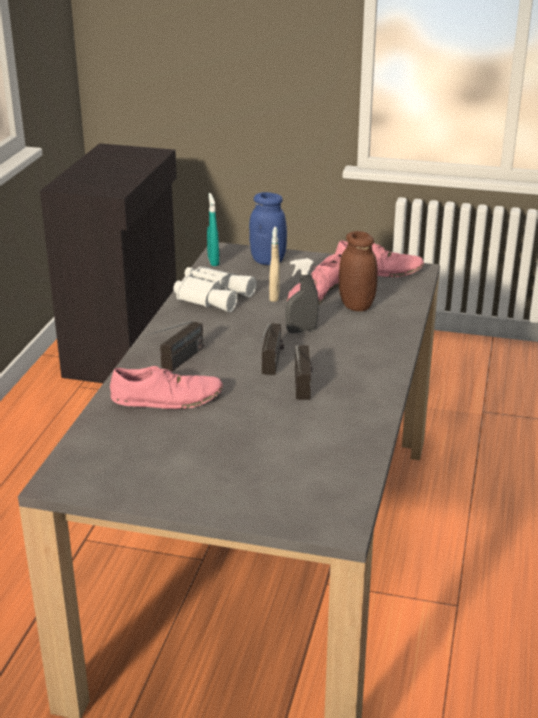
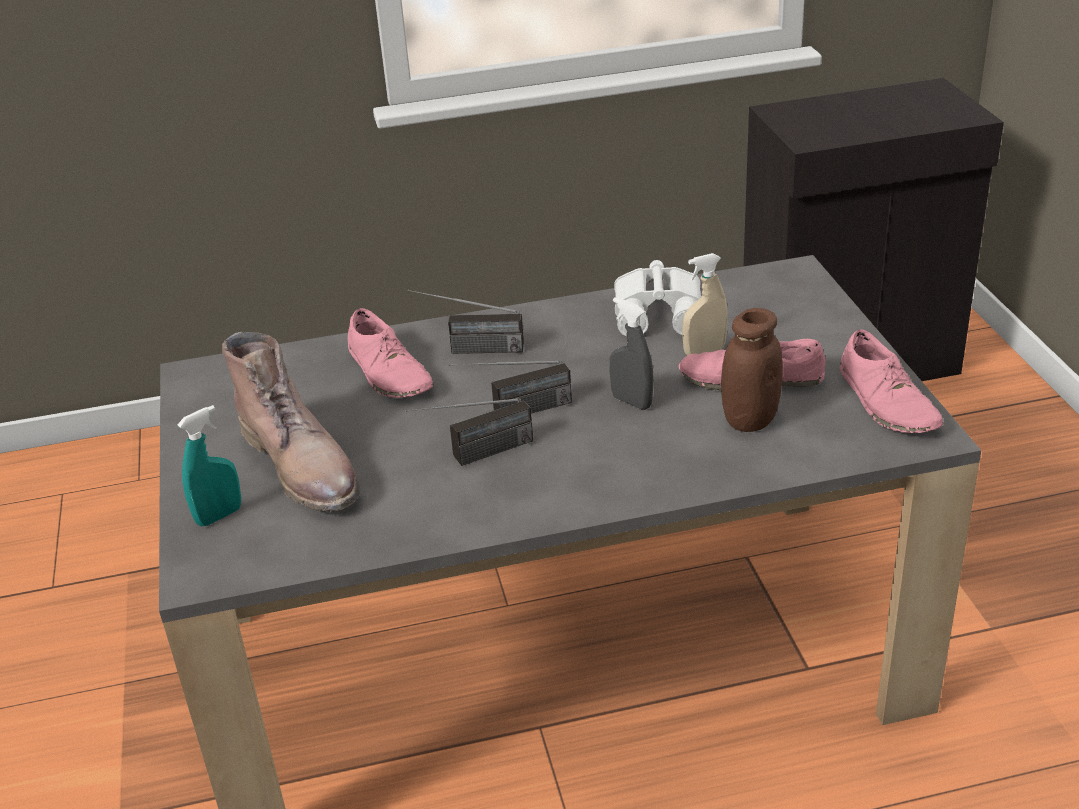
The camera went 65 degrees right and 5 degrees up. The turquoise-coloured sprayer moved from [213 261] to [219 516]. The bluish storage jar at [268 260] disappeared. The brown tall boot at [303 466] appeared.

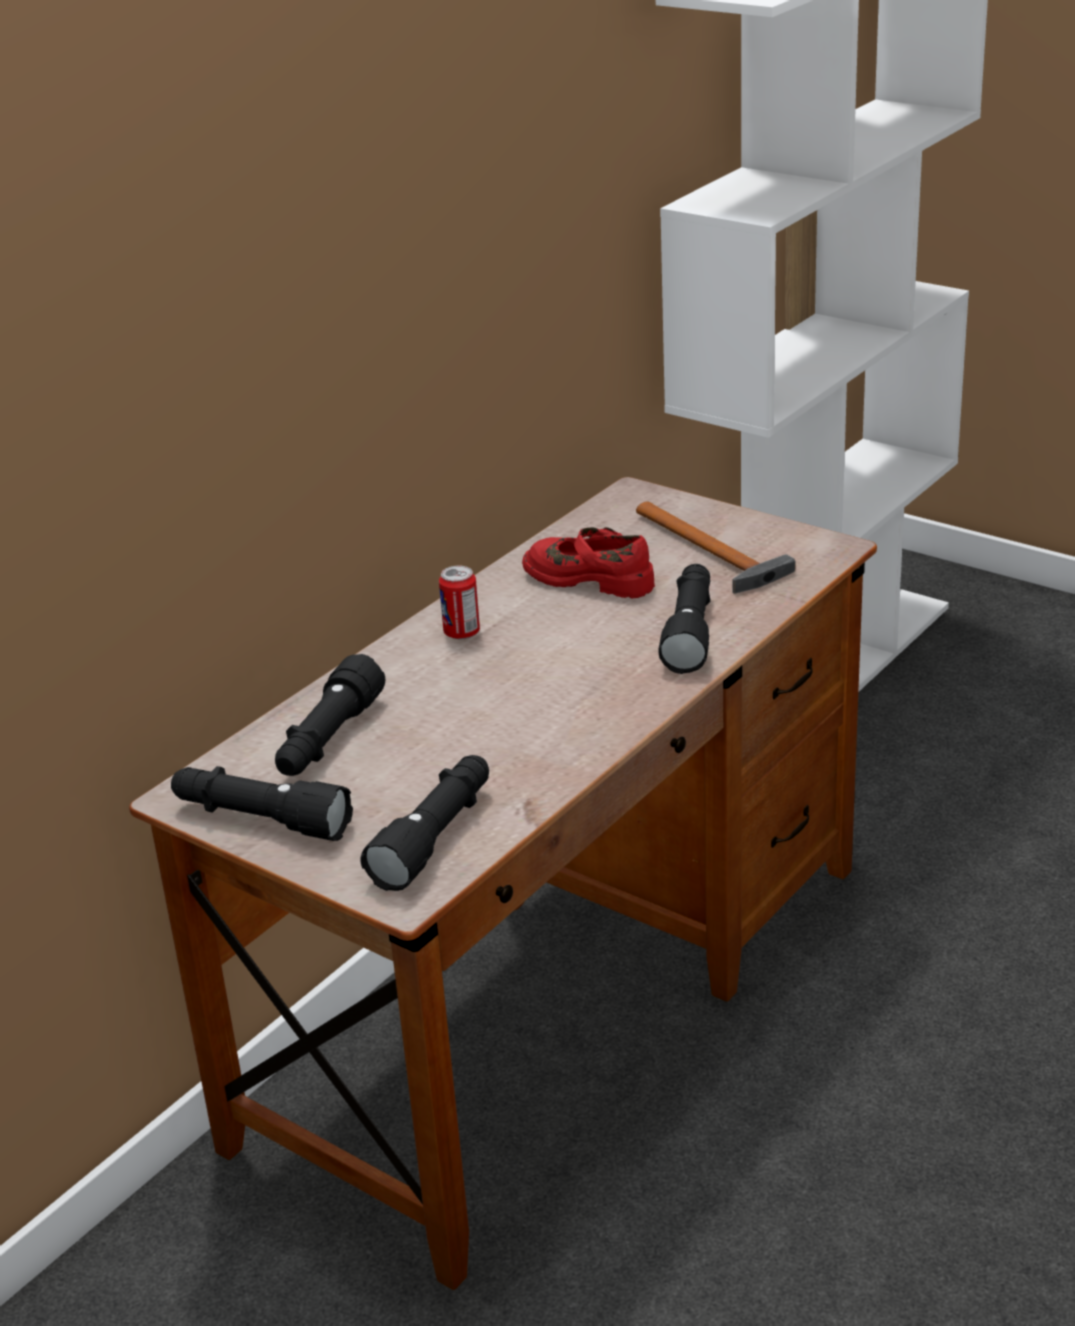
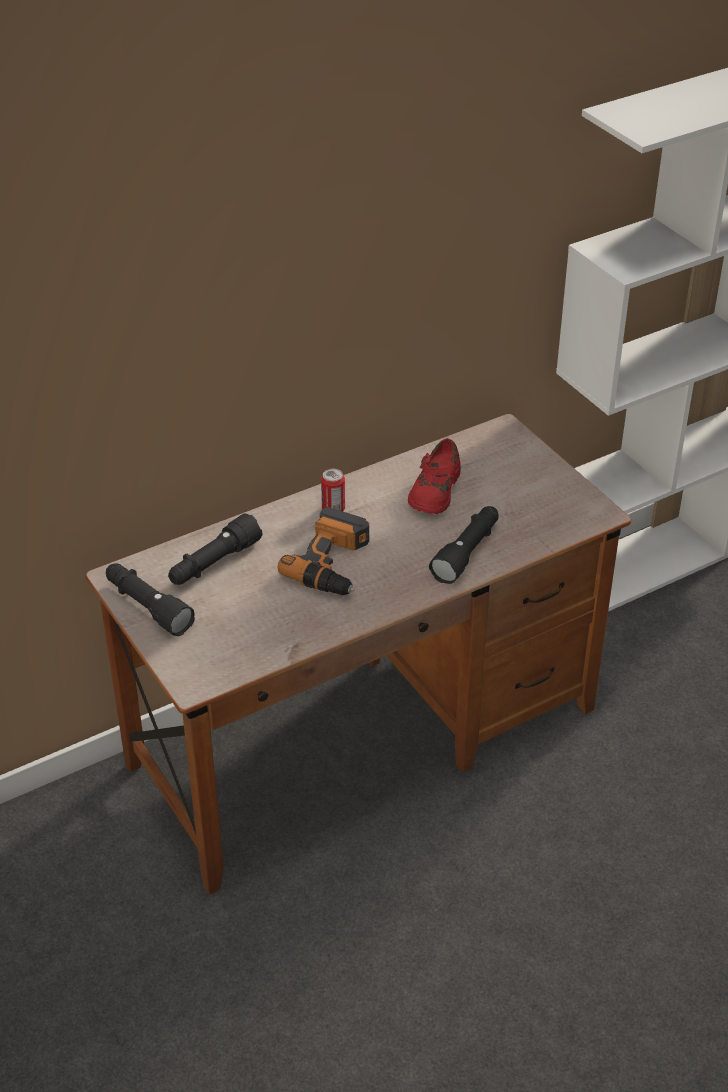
The camera went 20 degrees right and 10 degrees up. The black-coloured flashlight at [435 837] disappeared. The red low shoe at [590 578] turned 120 degrees counterclockwise. The hand hammer at [710 552] disappeared. The drill at [334 563] appeared.

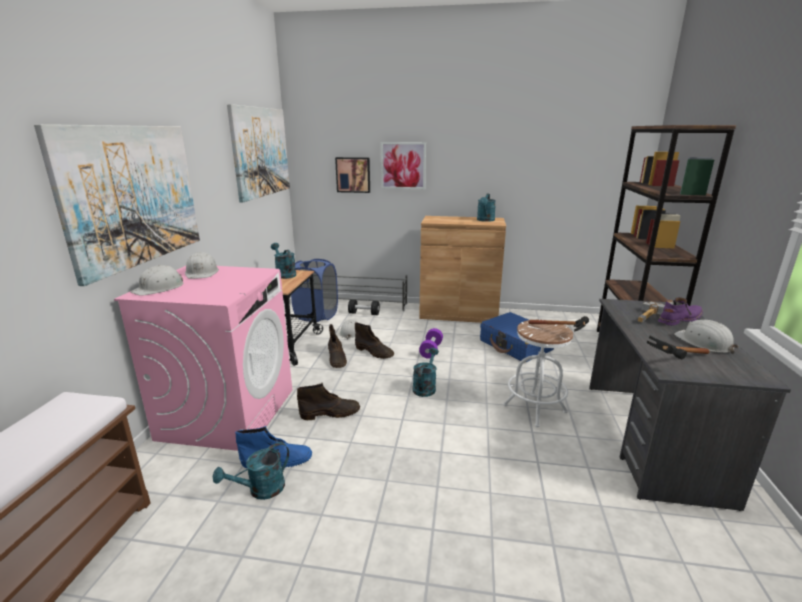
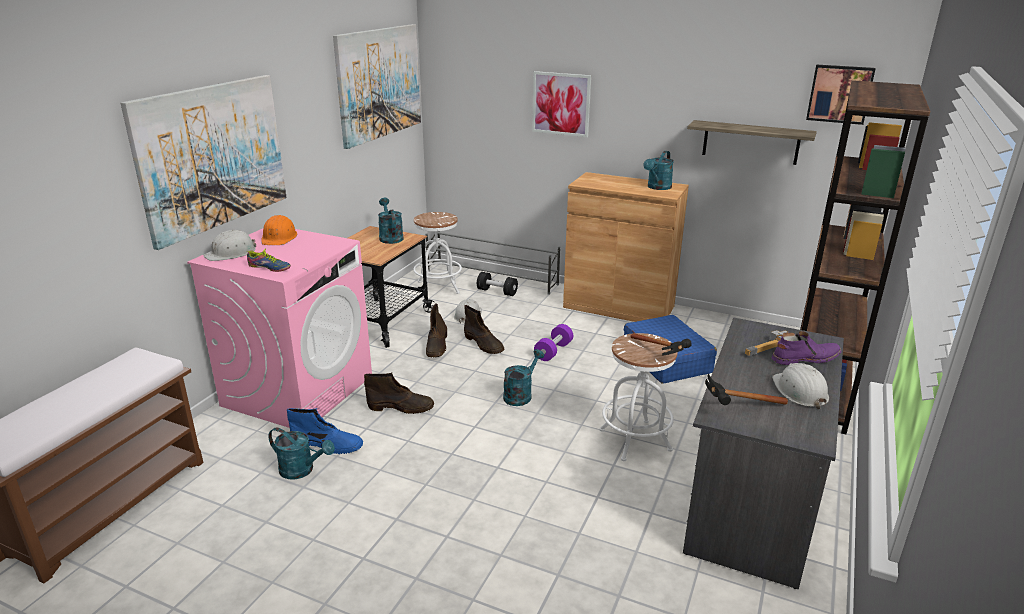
The camera went 15 degrees right and 5 degrees up. The white hard hat at [202 272] became the orange hard hat at [279 237]. The turquoise-coloured sprinkling can at [260 490] turned 135 degrees counterclockwise. The bluish hamper at [316 315] was replaced by the white stool at [438 287]. The wall art moved from [353 175] to [840 94]. The low shoe at [268 268] appeared. The wall shelf at [750 142] appeared.

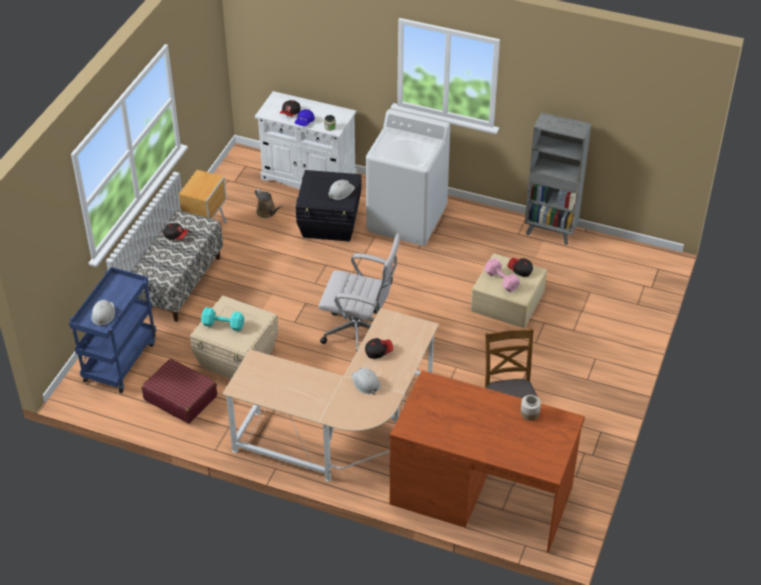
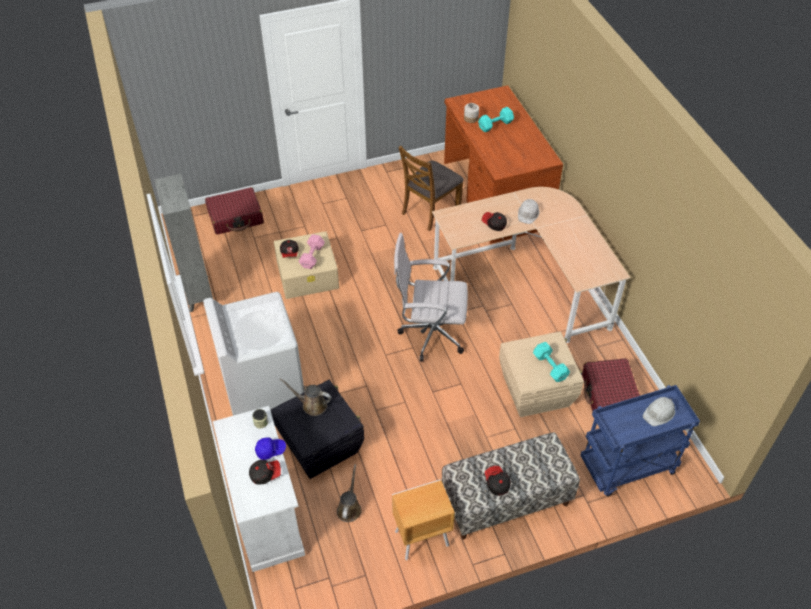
The camera went 130 degrees left and 5 degrees up. The white desk chair at [360 334] turned 60 degrees counterclockwise. The white hard hat at [341 192] was replaced by the brown sprinkling can at [312 405]. The red travel case at [236 217] appeared. The turquoise-coloured dumbbell at [494 125] appeared.

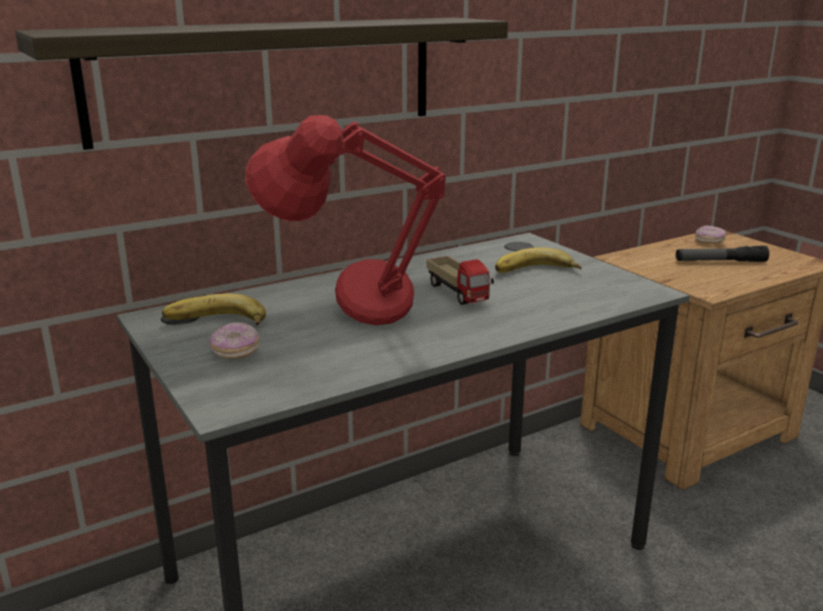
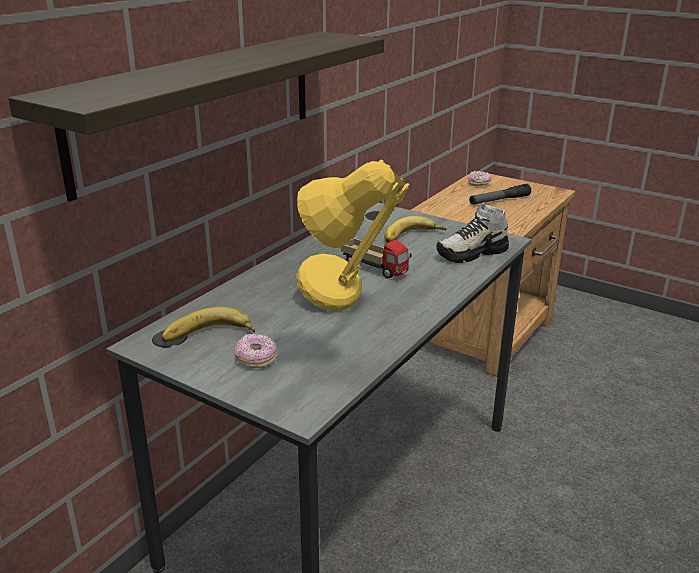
The camera went 25 degrees left and 5 degrees up. The red lamp for a table at [361 342] became the yellowish lamp for a table at [347 328]. The low shoe at [472 253] appeared.

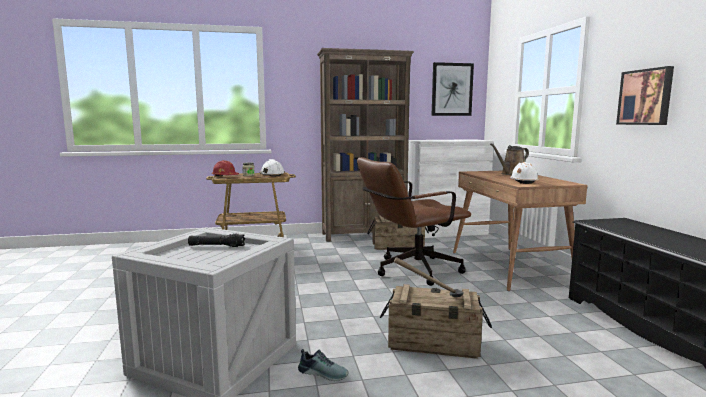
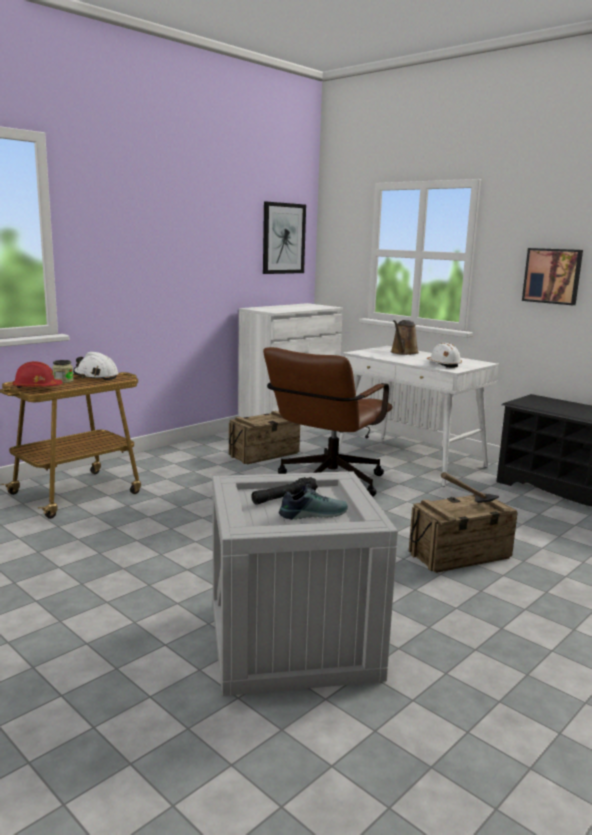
The camera went 35 degrees left and 5 degrees up. The low shoe moved from [323 373] to [312 514]. The brown bookshelf at [364 235] disappeared. The brown desk at [510 267] became the white desk at [411 460].

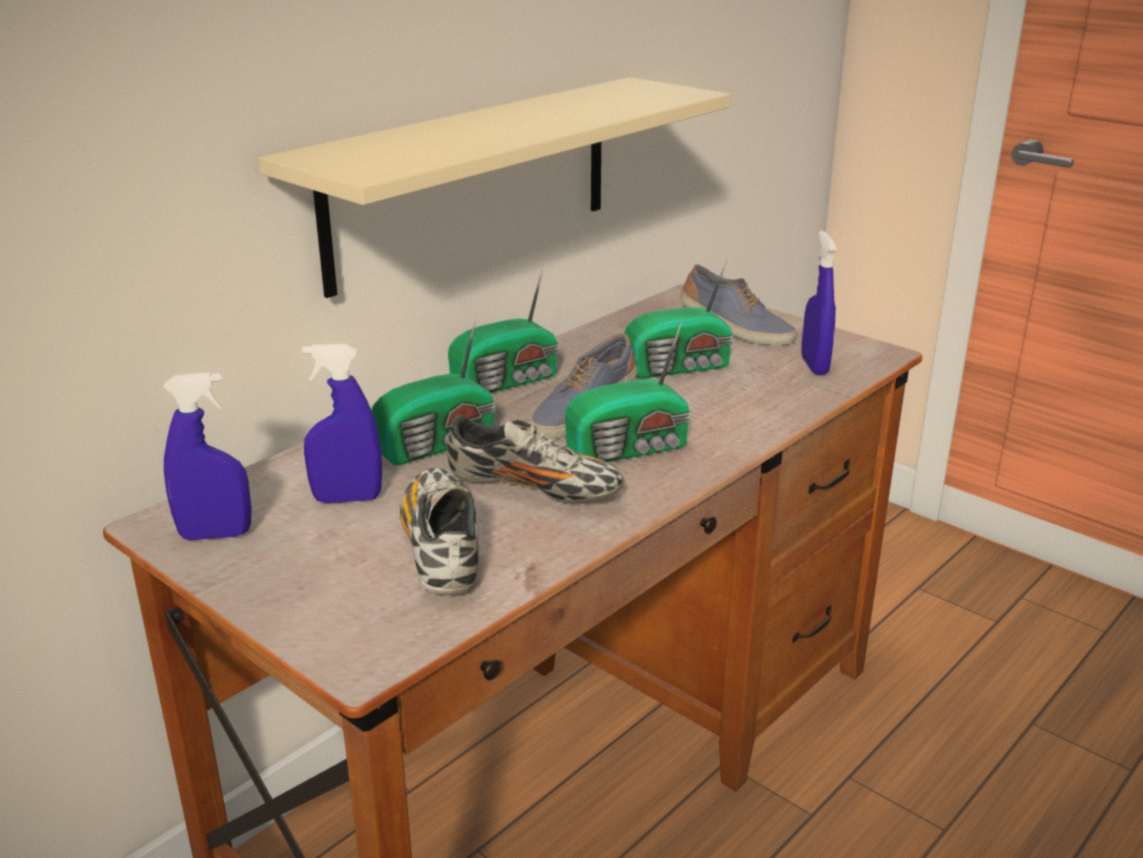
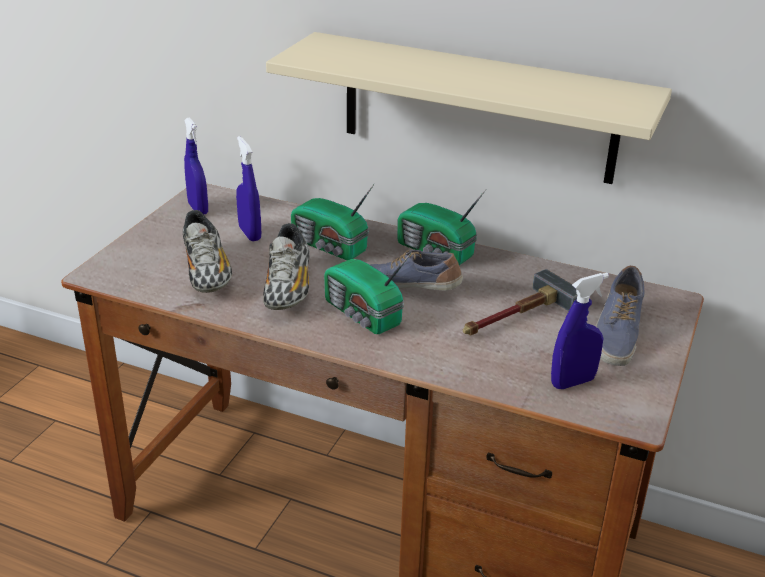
The camera went 70 degrees right and 5 degrees up. The low shoe at [441 549] turned 105 degrees clockwise. The radio at [680 367] was replaced by the hand hammer at [515 316].

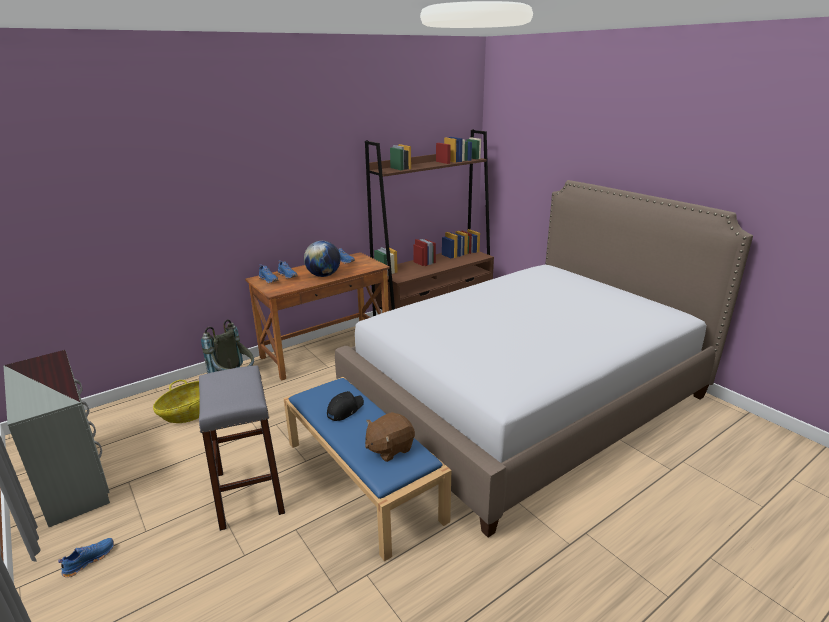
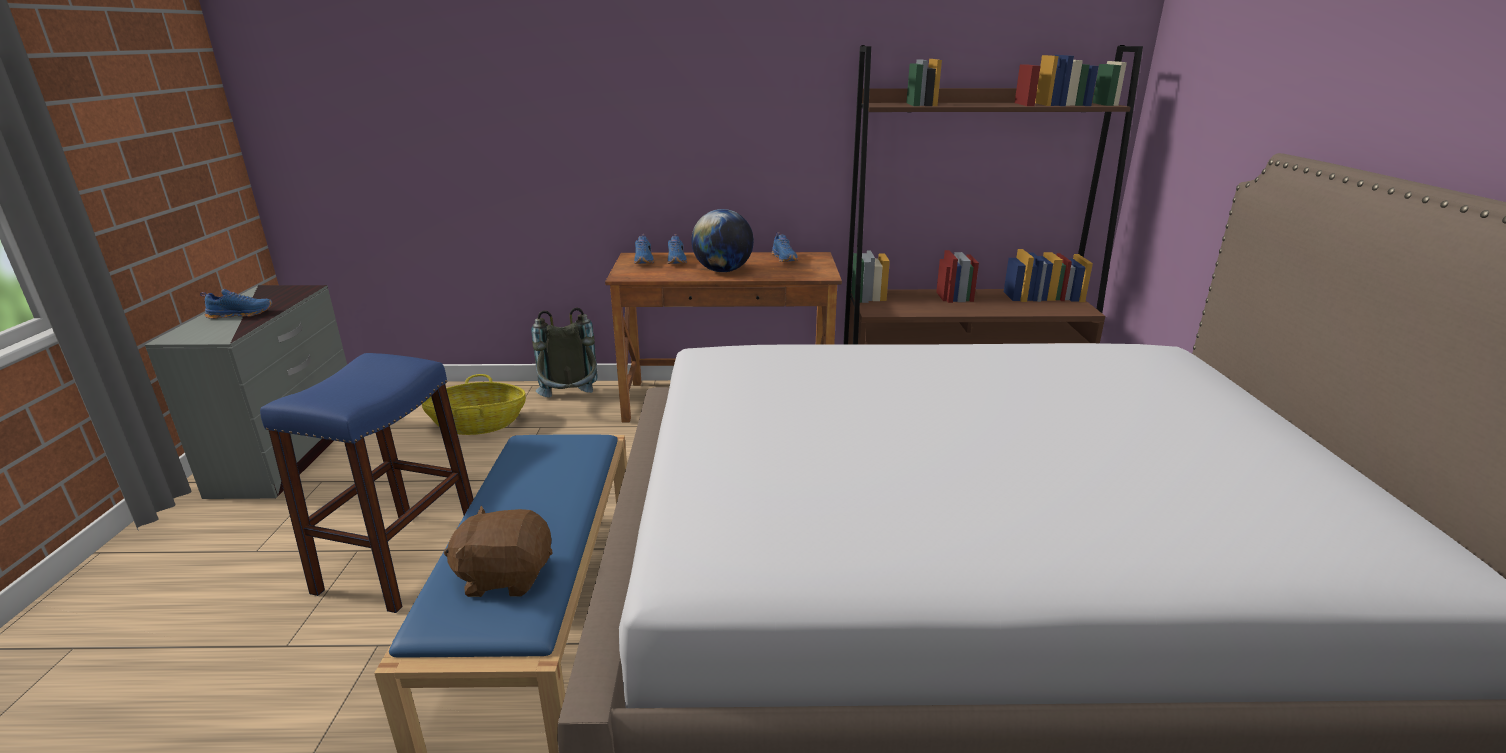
The camera went 35 degrees right and 0 degrees up. The bluish low shoe moved from [89 560] to [241 314]. The greyish stool at [249 492] became the bluish stool at [400 559]. The black-coloured peaked cap at [345 410] disappeared.

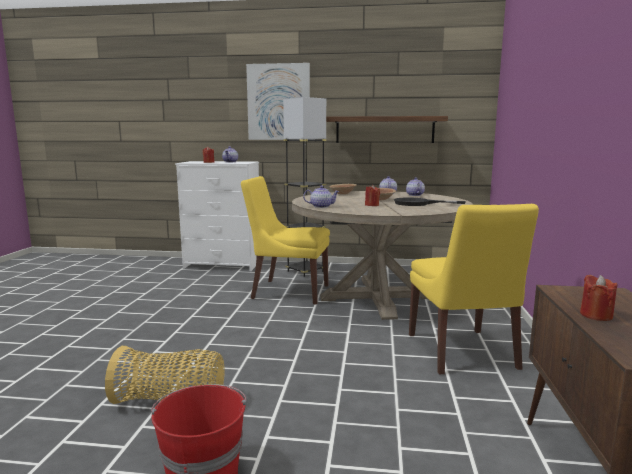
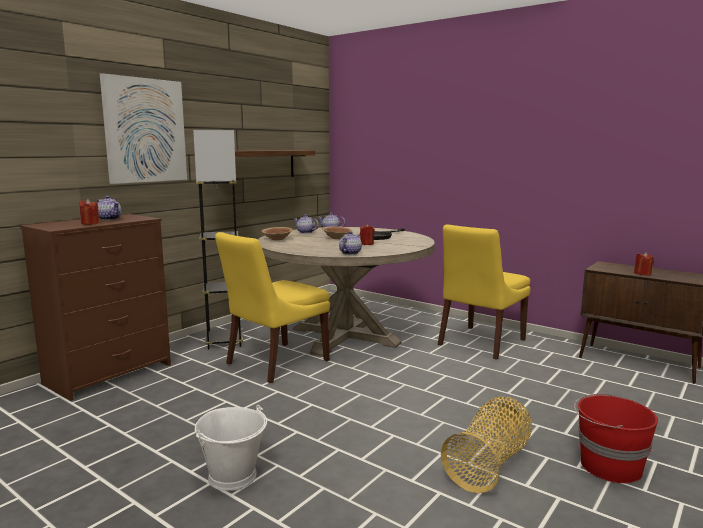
The camera went 60 degrees left and 0 degrees up. The white drawer chest at [223 264] became the brown drawer chest at [109 373]. The yellowish plain chair at [462 353] turned 105 degrees clockwise. The white pail at [233 476] appeared.

